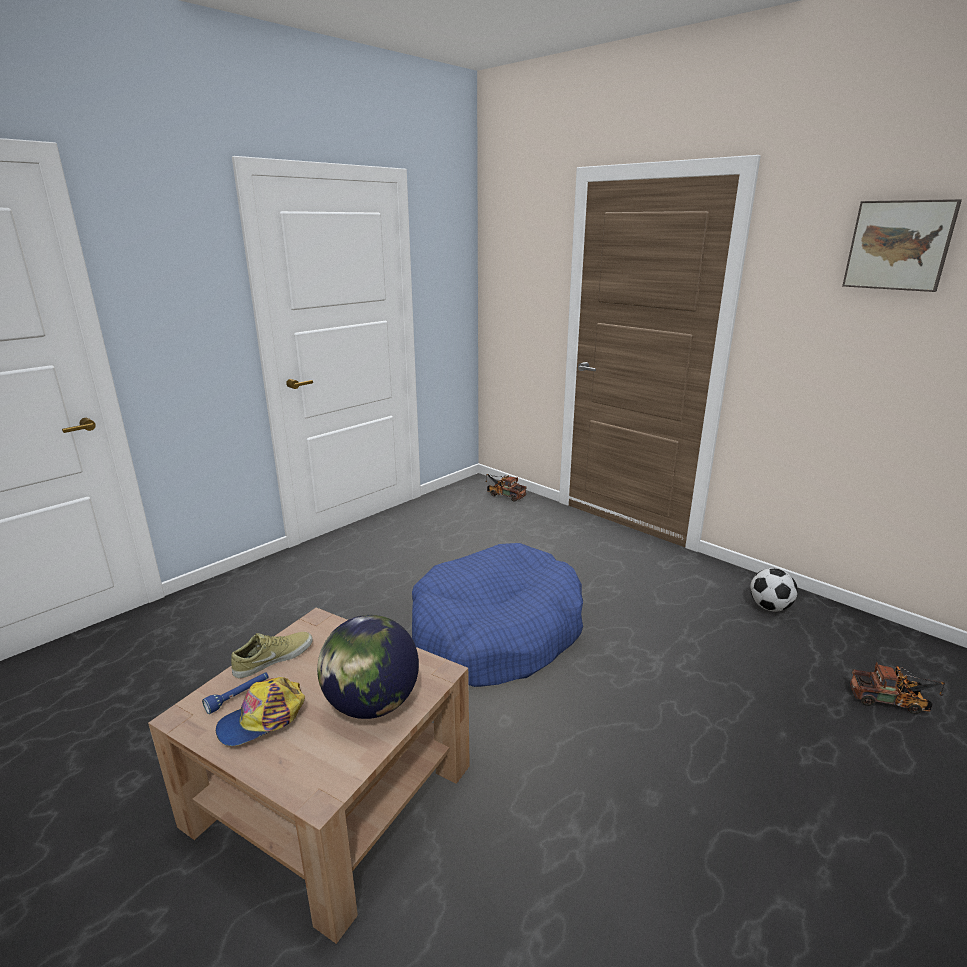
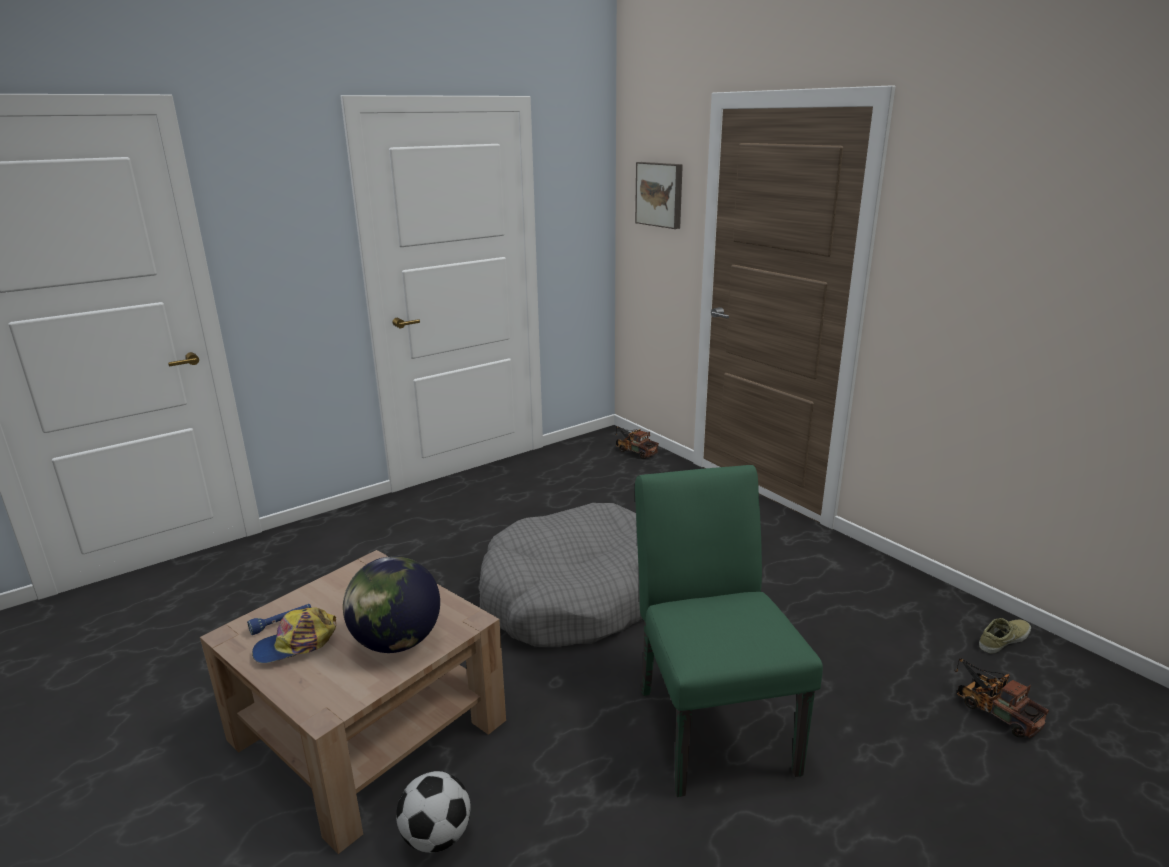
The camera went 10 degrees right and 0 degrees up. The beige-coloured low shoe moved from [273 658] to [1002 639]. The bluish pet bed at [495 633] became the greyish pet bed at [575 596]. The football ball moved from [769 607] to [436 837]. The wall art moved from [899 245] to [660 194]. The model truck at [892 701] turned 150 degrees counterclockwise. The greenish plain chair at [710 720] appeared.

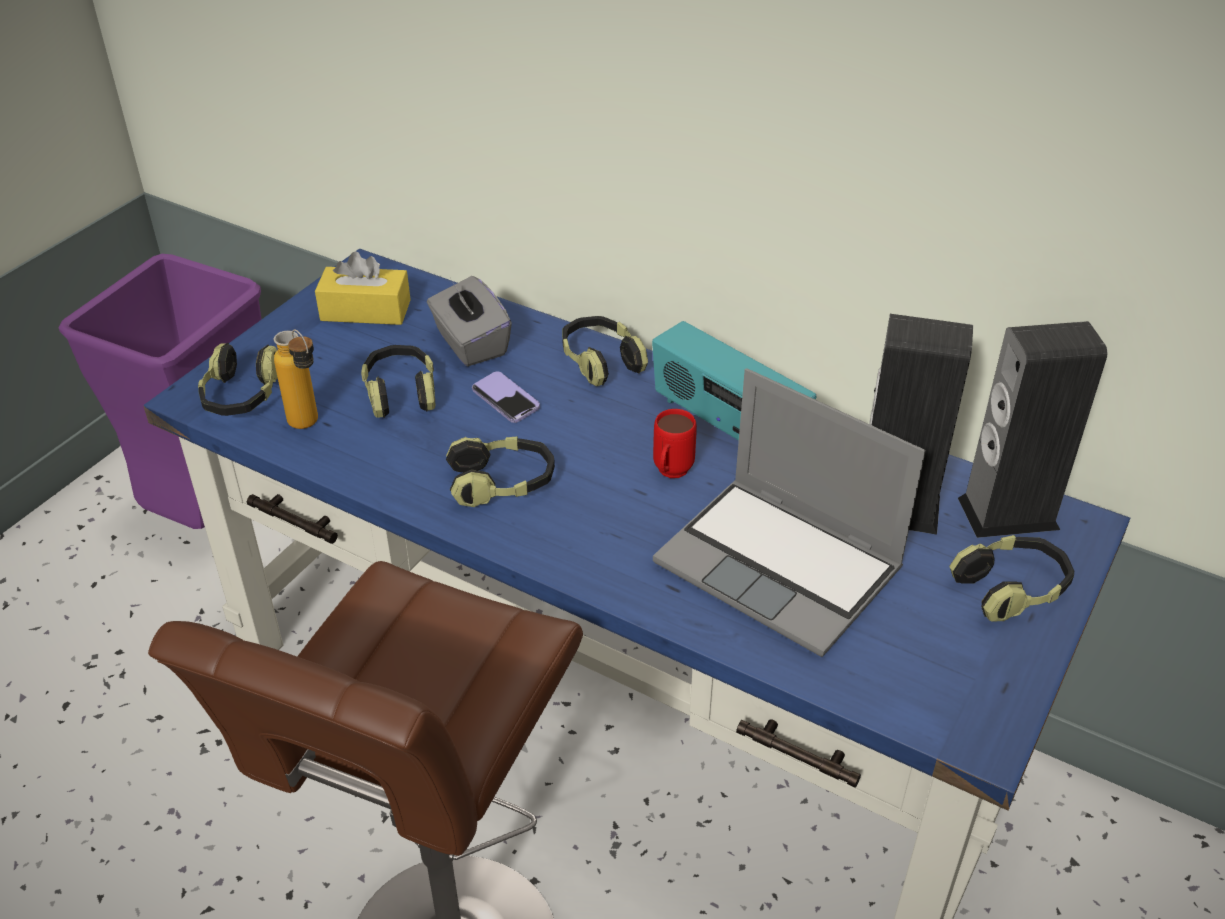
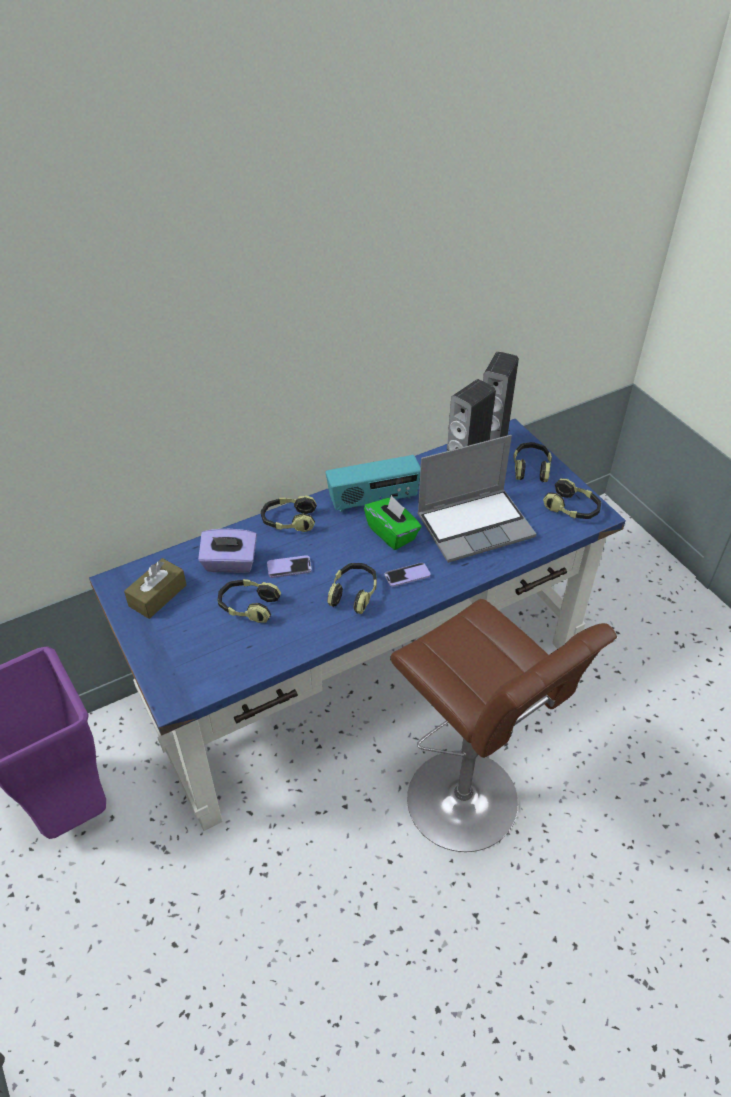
The camera went 60 degrees left and 5 degrees up. The pair of headphones moved from [242 396] to [572 509]. The drink bottle at [310 427] disappeared. The yellowish tissue holder at [365 310] became the brown tissue holder at [157 595]. The greyish tissue holder at [470 343] became the purplish tissue holder at [230 563]. The red coffee mug at [670 474] was replaced by the greenish tissue holder at [392 533]. The telephone at [407 575] appeared.

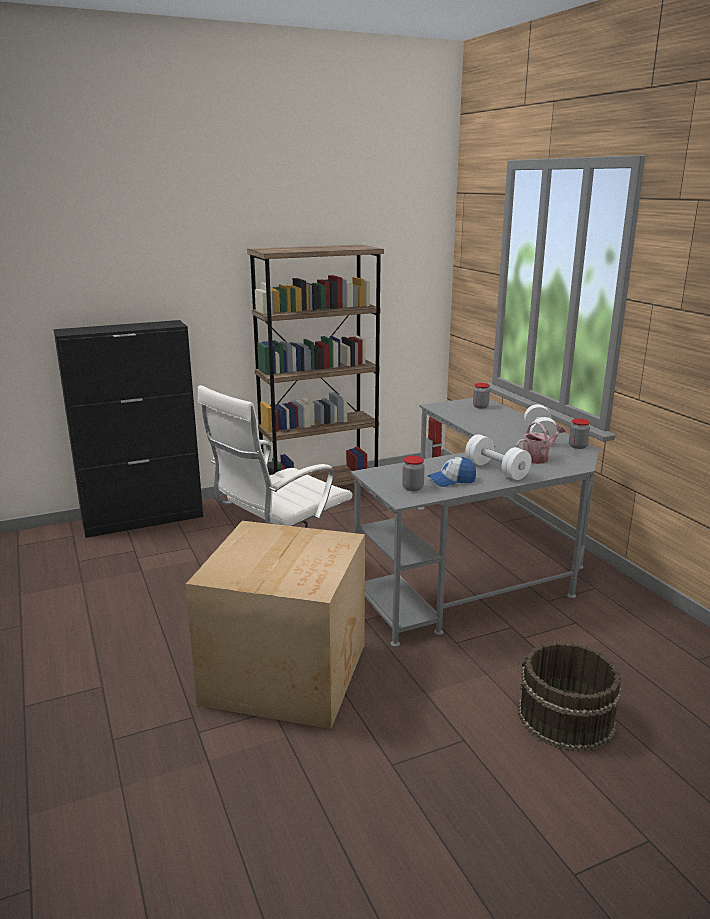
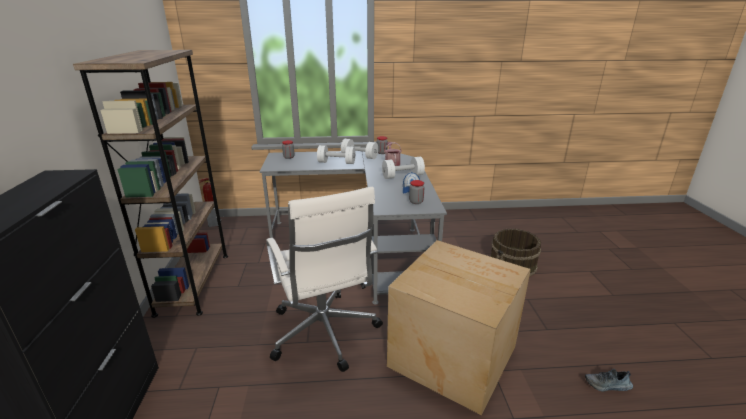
The camera went 70 degrees left and 5 degrees up. The white dumbbell at [336 162] appeared. The low shoe at [607 385] appeared.

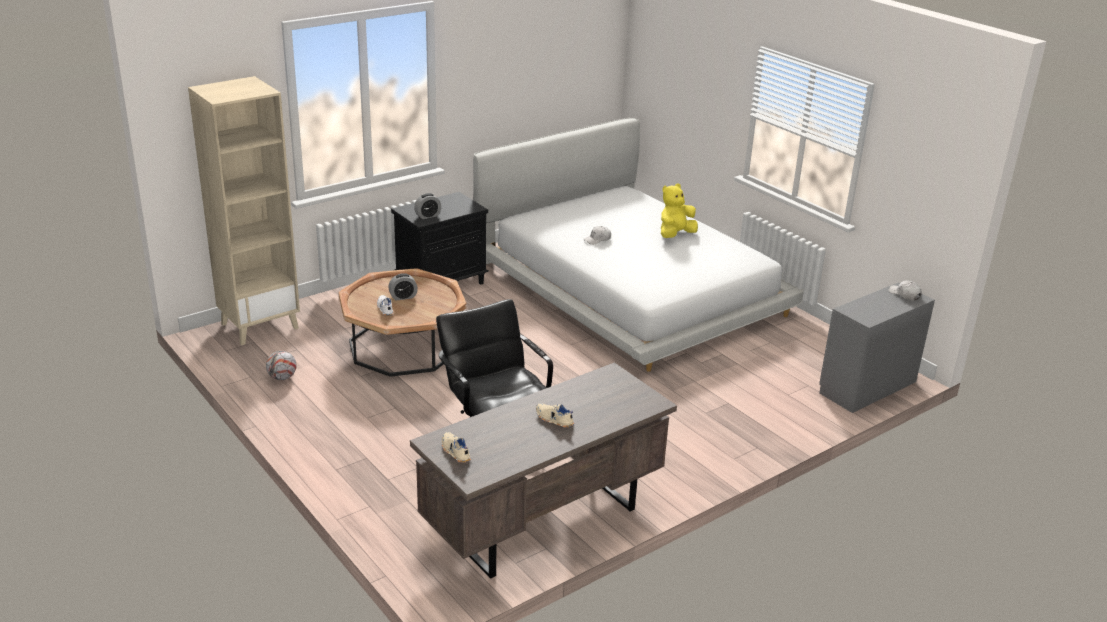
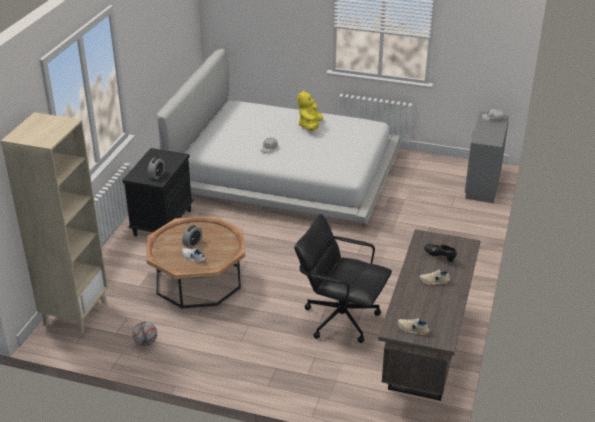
The camera went 35 degrees left and 5 degrees up. The black-coloured low shoe at [439 257] appeared.

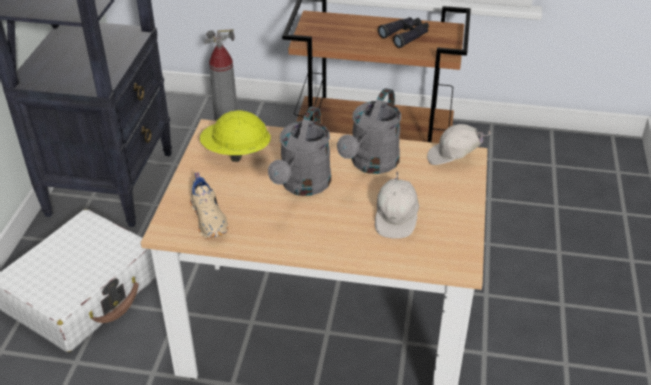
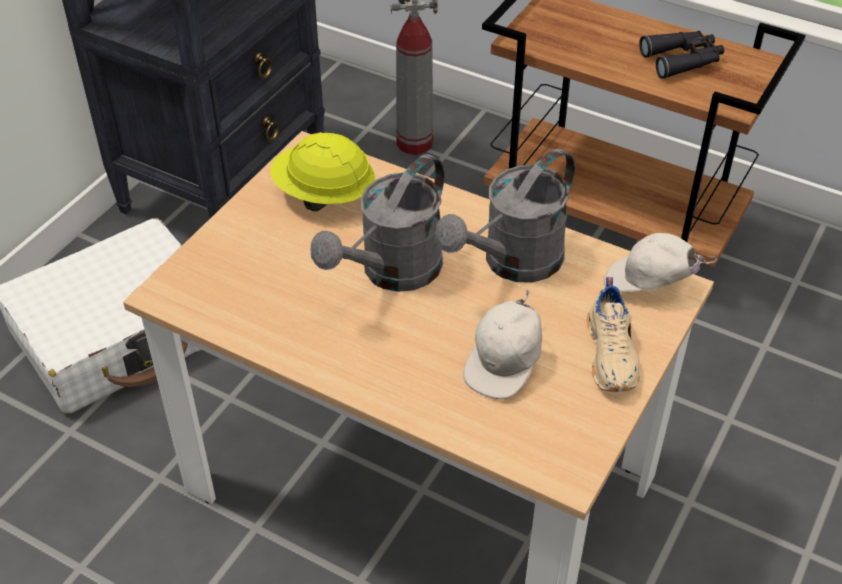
The camera went 20 degrees right and 5 degrees up. The beige-coloured low shoe moved from [209 219] to [612 355].

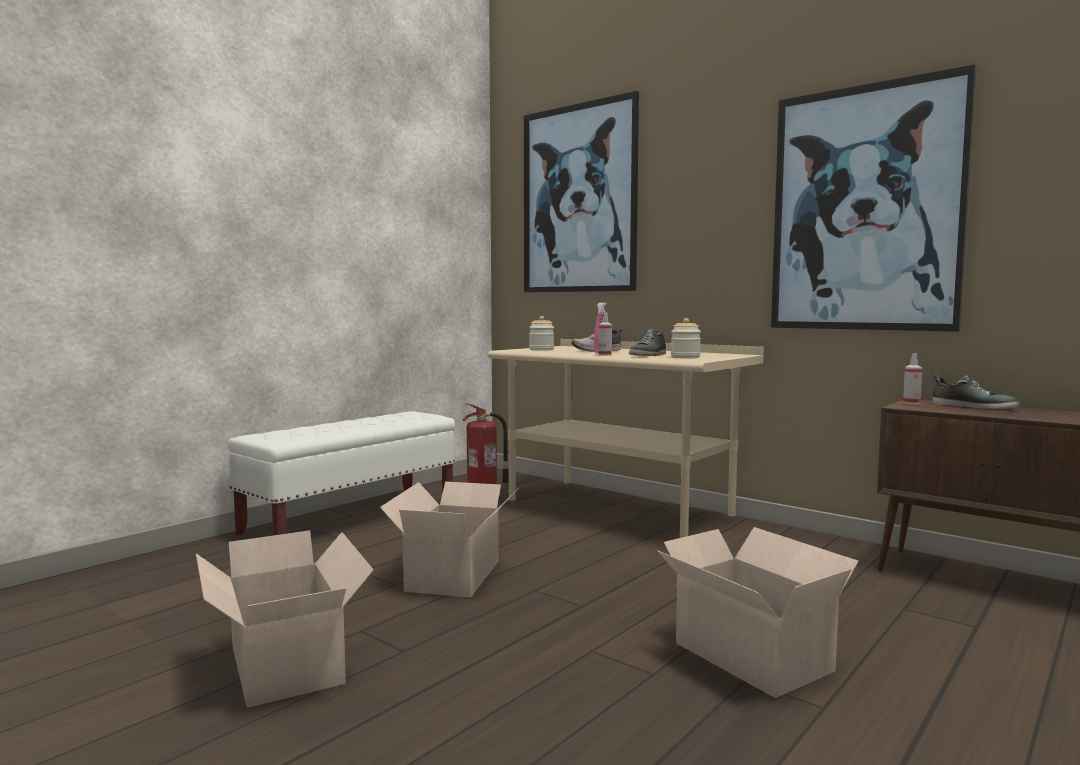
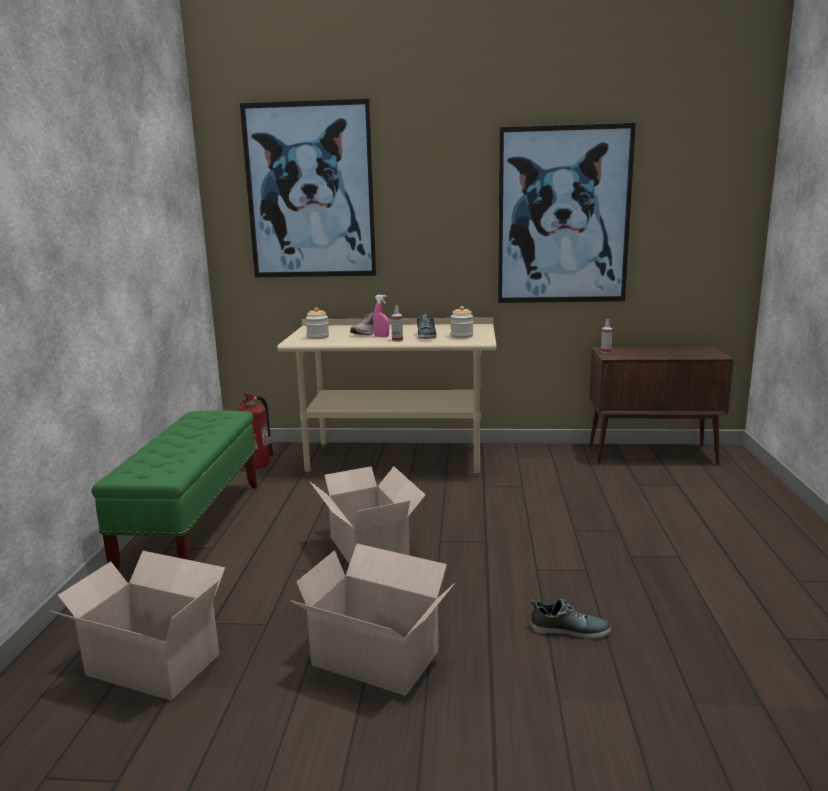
The camera went 35 degrees left and 10 degrees up. The white indoor bench at [352 518] became the greenish indoor bench at [193 526]. The carton moved from [749 655] to [151 663]. The low shoe moved from [973 406] to [569 629].

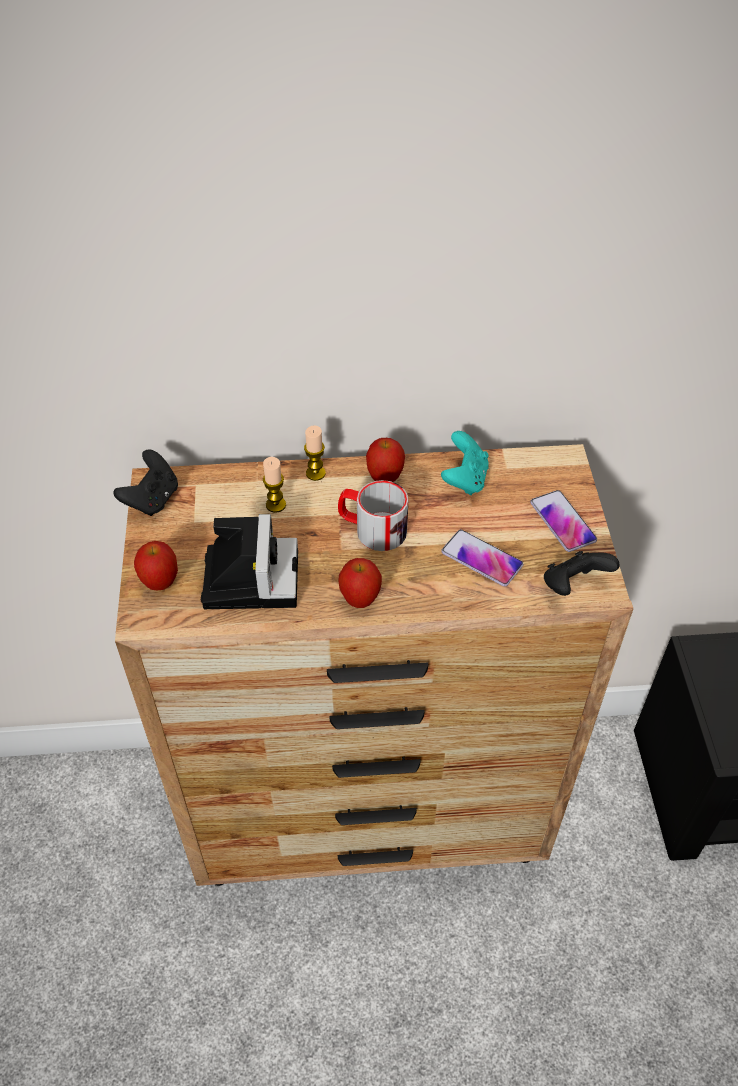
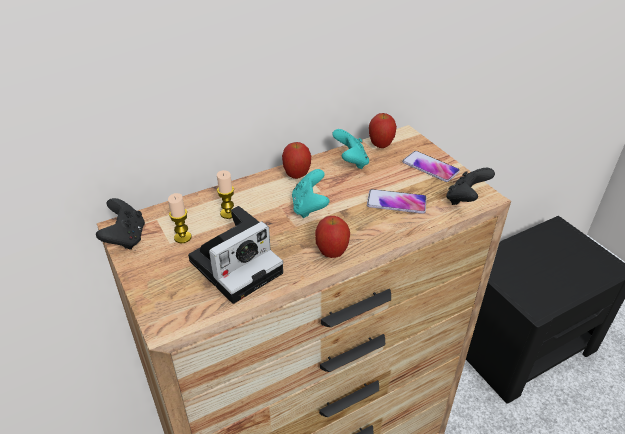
The camera went 25 degrees left and 10 degrees down. The whole apple moved from [160 582] to [380 145]. The still camera at [250 576] turned 75 degrees clockwise. The wax light moved from [315 473] to [182 237]. The coffee mug at [372 529] was replaced by the turquoise-coloured gamepad at [309 207].

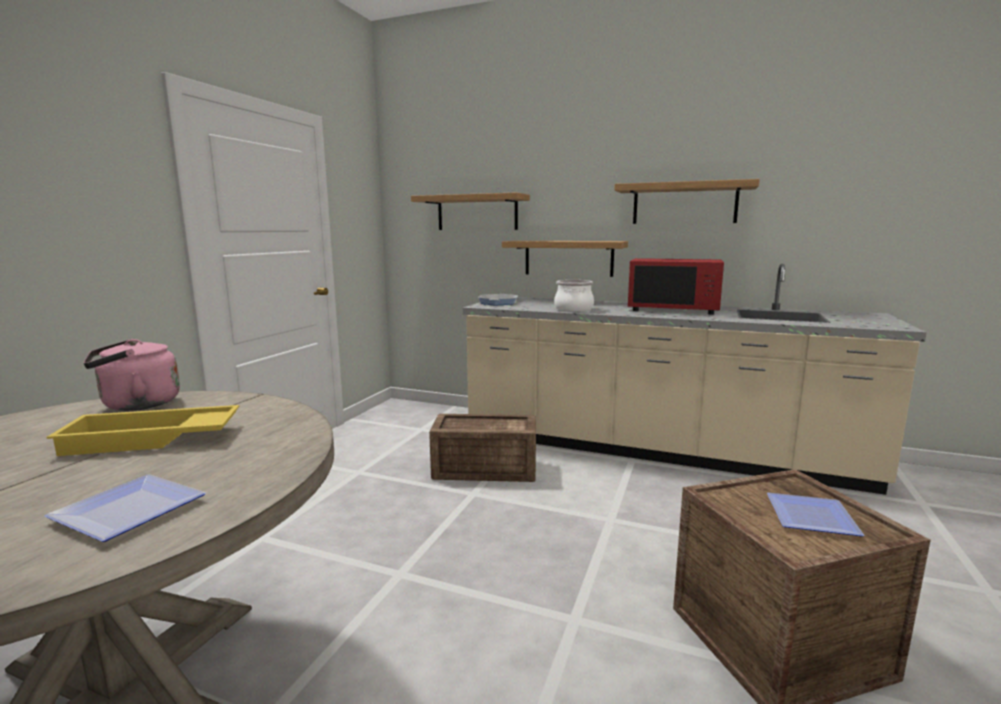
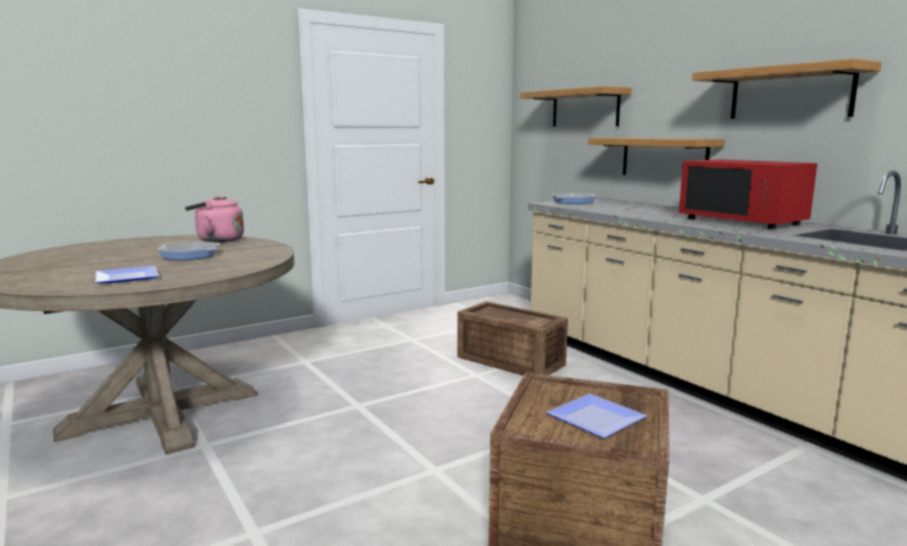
The camera went 35 degrees right and 0 degrees up. The yellowish carrying tray at [151 440] was replaced by the skillet at [190 255]. The cooking pot at [574 309] disappeared.

